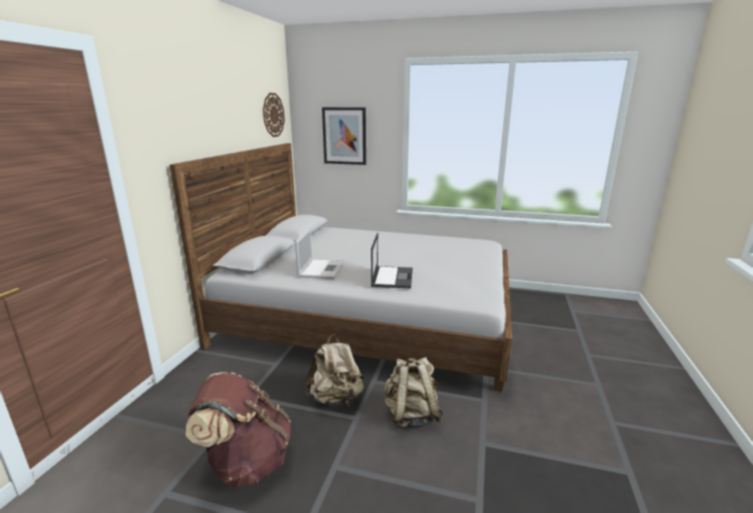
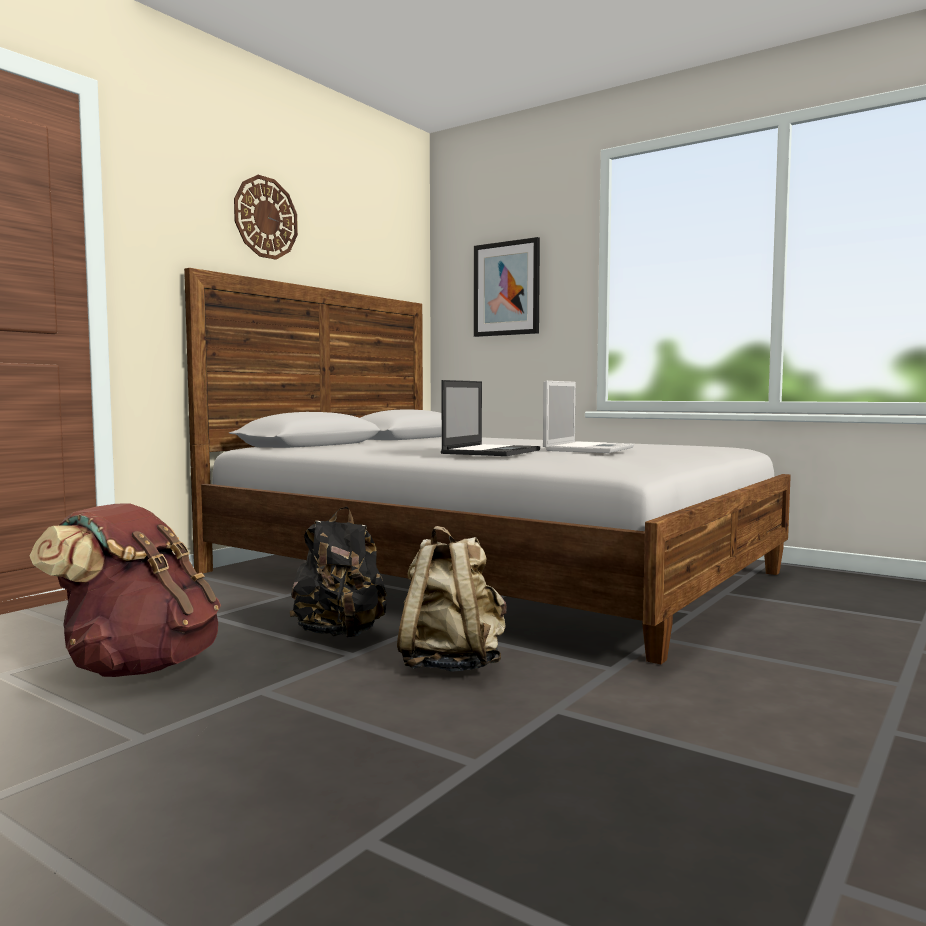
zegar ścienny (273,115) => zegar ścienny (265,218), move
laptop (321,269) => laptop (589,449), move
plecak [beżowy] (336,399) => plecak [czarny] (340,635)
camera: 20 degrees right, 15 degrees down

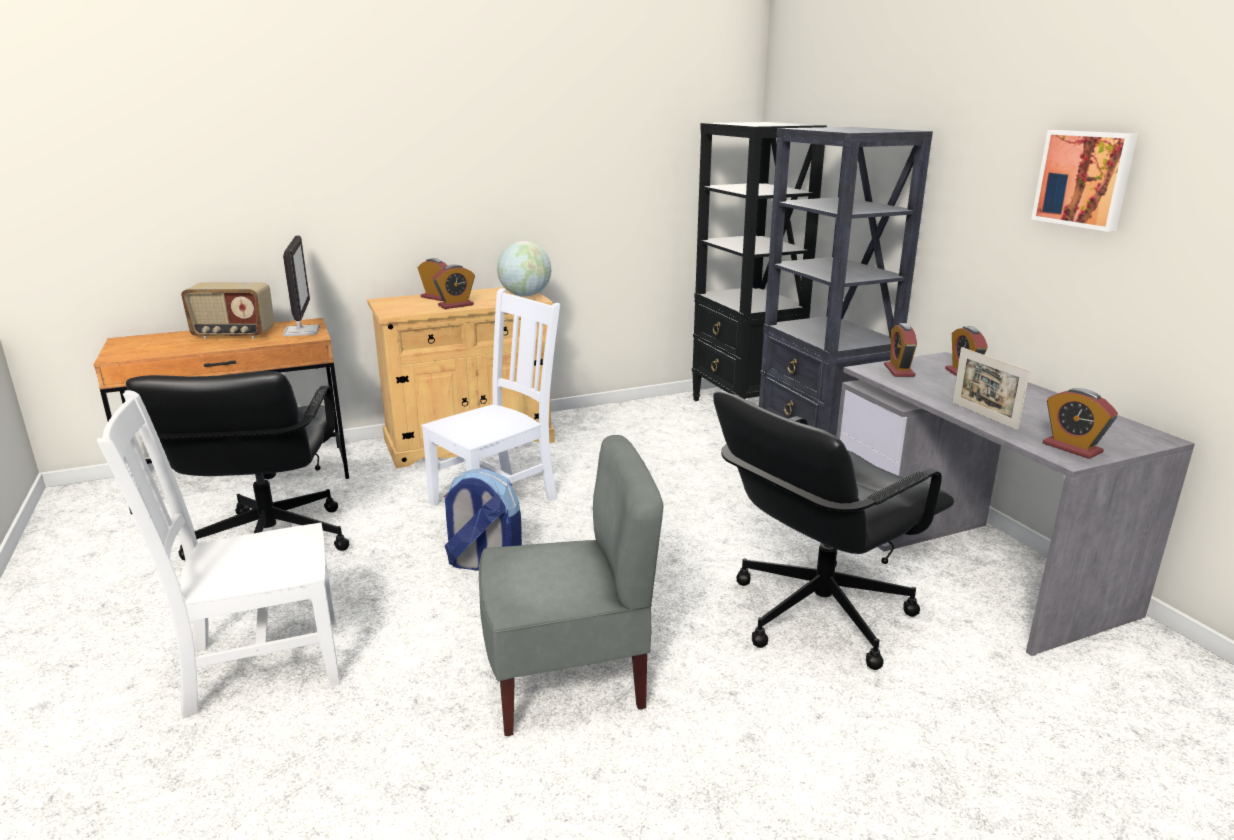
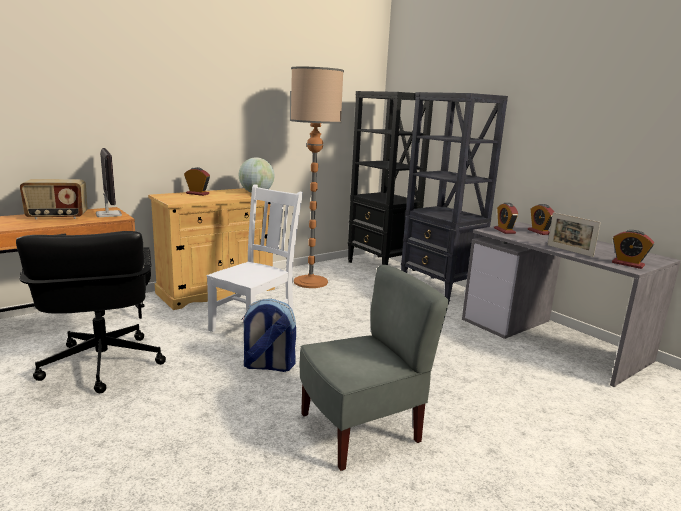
obraz (1085,179) => nothing
budzik (456,305) => nothing
krzesło [biały] (258,665) => nothing
krzesło biurowe [czarny] (817,613) => nothing
nothing => lampa stojąca (310,282)
camera: 15 degrees left, 5 degrees down

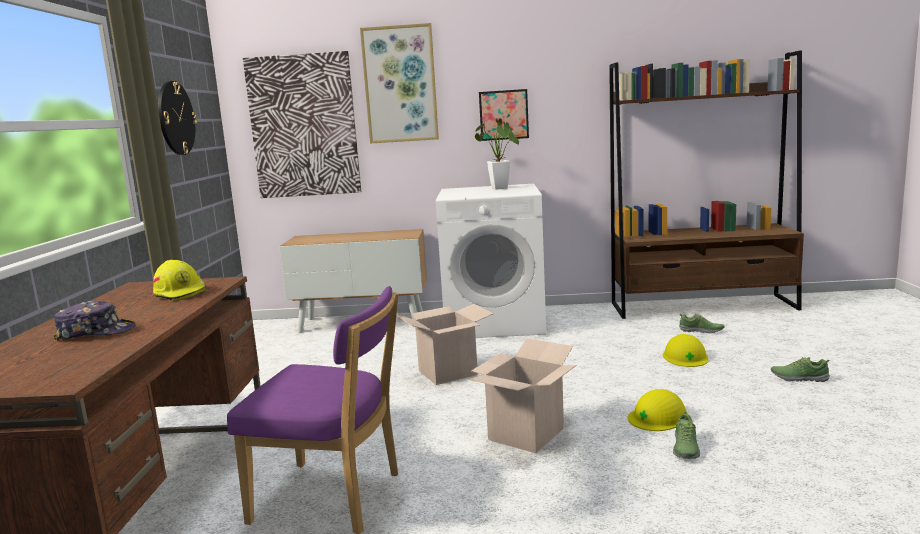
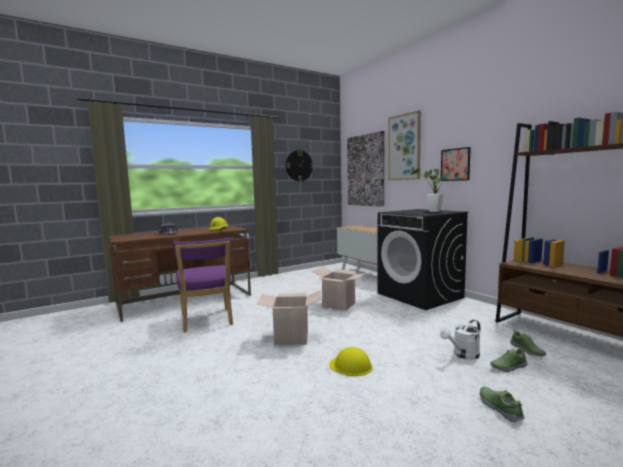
pralka [biały] (495,322) => pralka [czarny] (420,295)
kask [żółty] (685,357) => konewka [biały] (463,355)
but (685,448) => but (508,367), move
camera: 55 degrees right, 5 degrees down

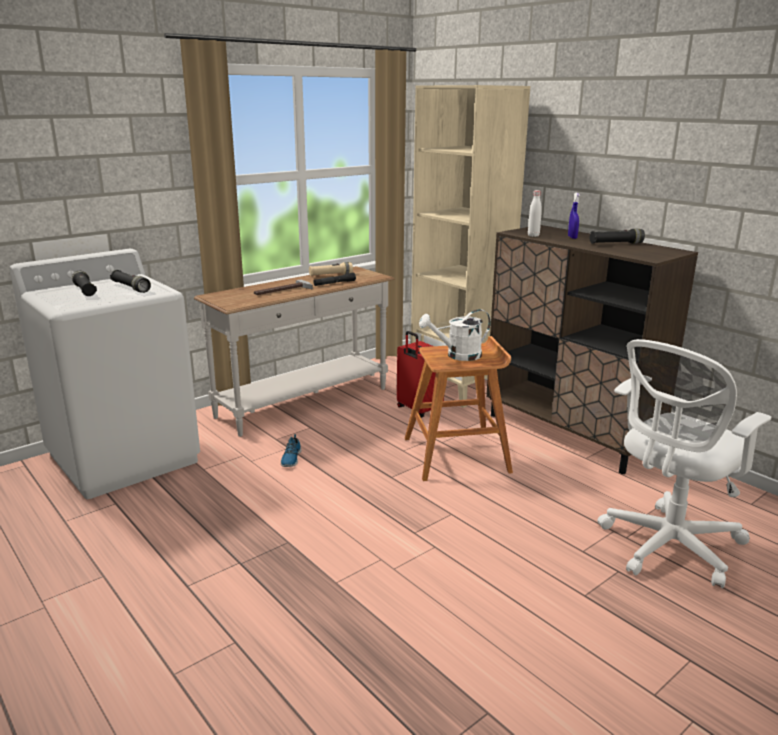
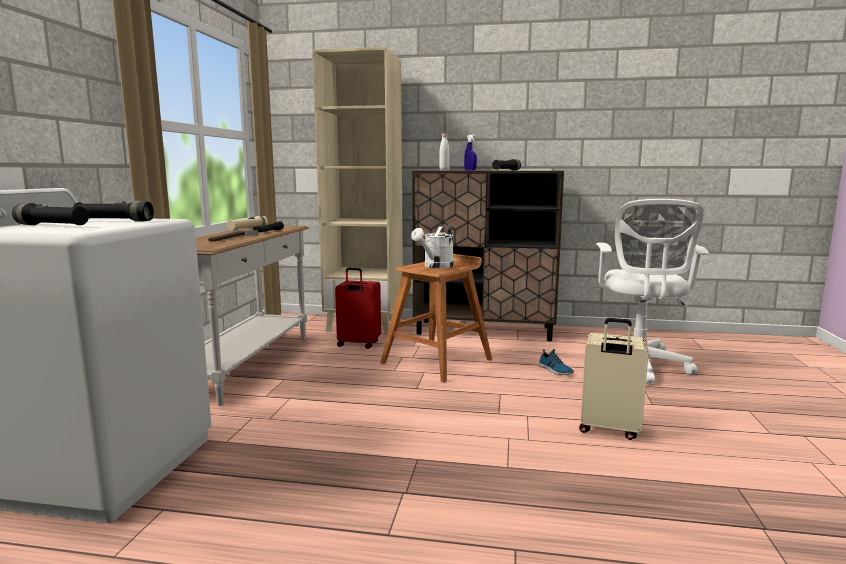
but (290,459) => but (555,370), move
nothing => walizka [beżowy] (609,429)
camera: 40 degrees left, 10 degrees down

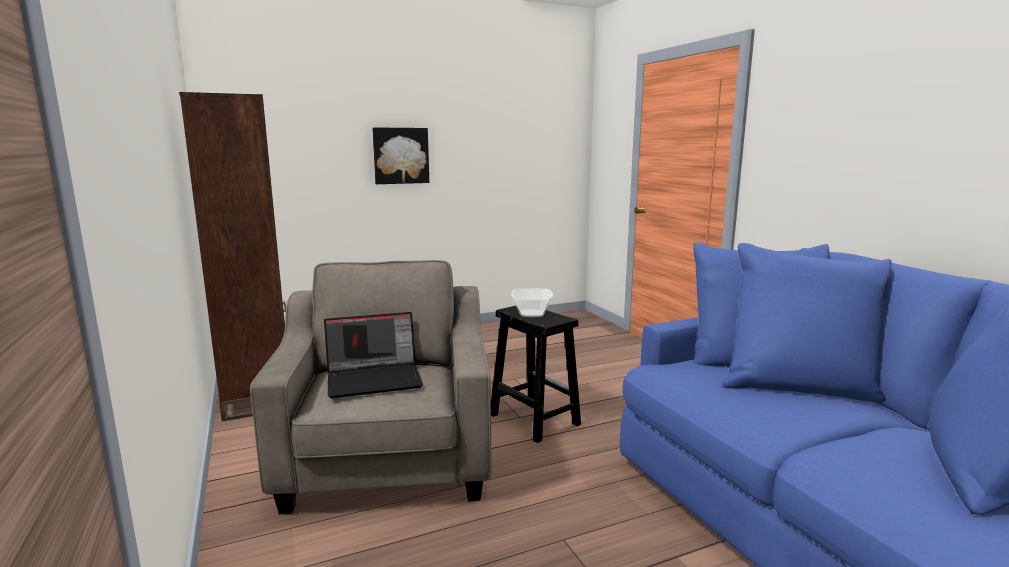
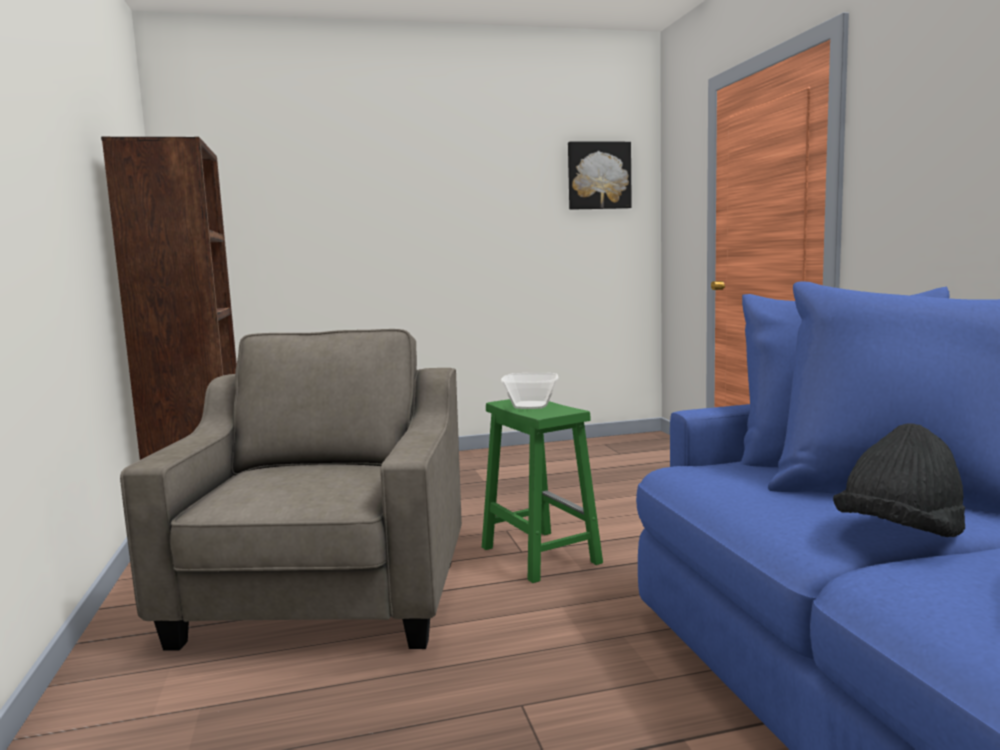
obraz (400,155) => obraz (598,176), move
stołek [czarny] (533,419) => stołek [zielony] (538,554)
laptop (375,379) => nothing
nothing => kapelusz [czarny] (899,535)
camera: 10 degrees right, 5 degrees down

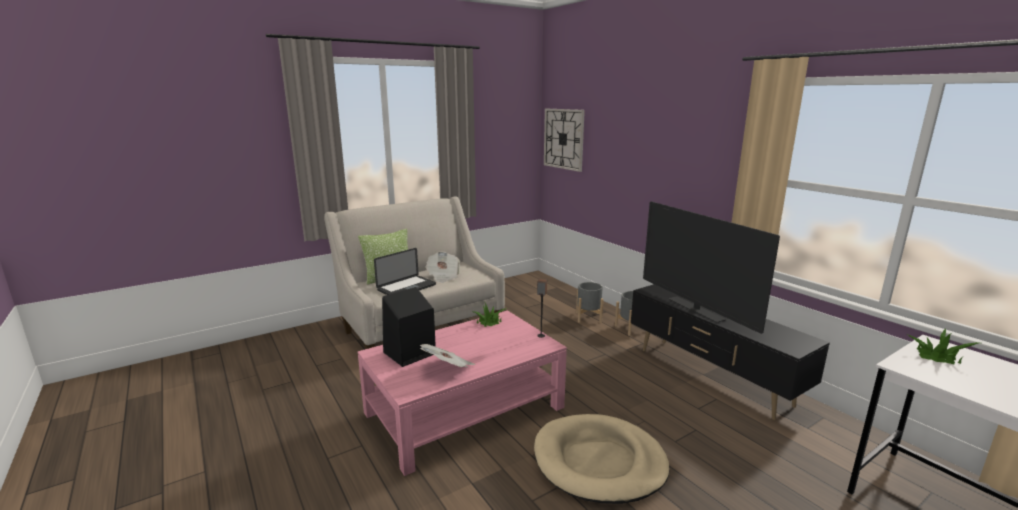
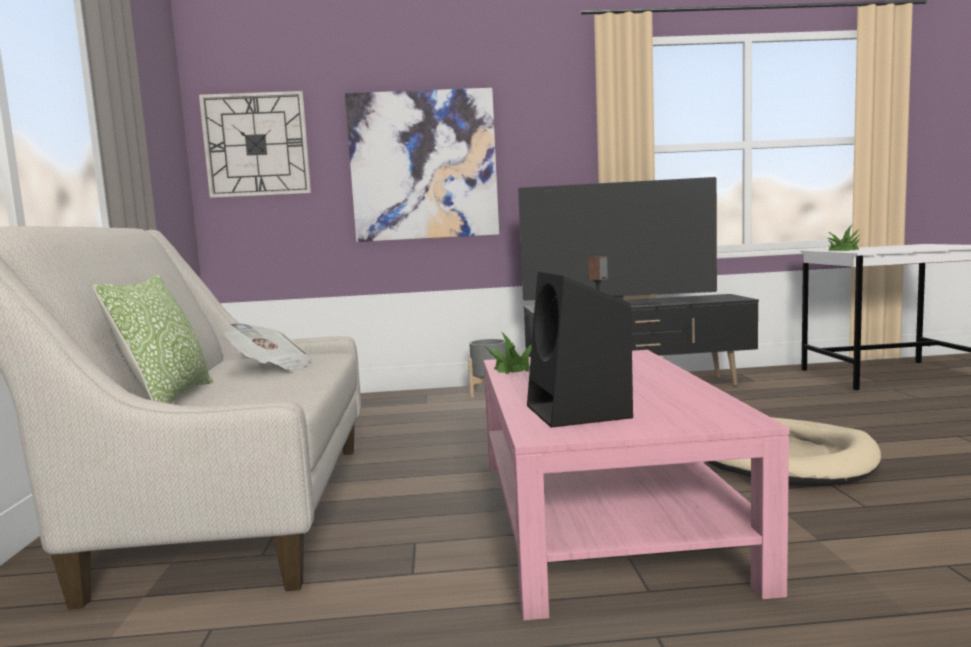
laptop (406,287) => nothing
donica [szary] (588,317) => nothing
gazeta (448,369) => nothing
nothing => obraz (423,166)
camera: 60 degrees left, 10 degrees down

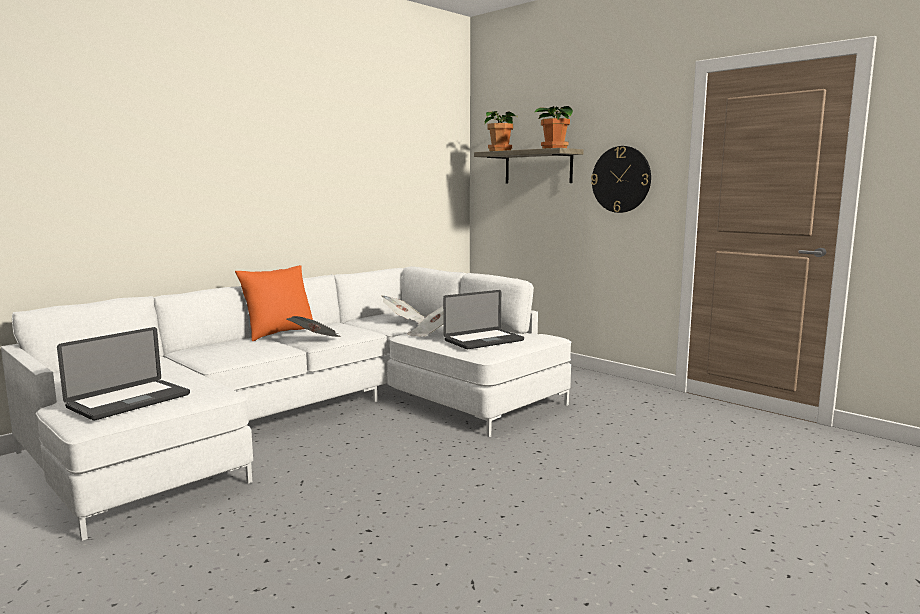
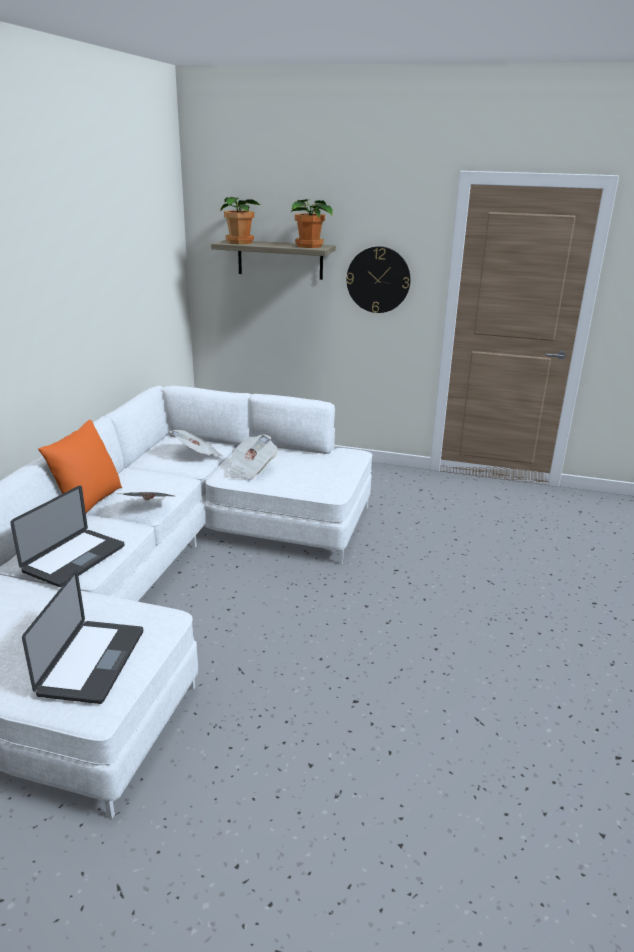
laptop (484,341) => laptop (74,559), move
camera: 30 degrees left, 15 degrees up

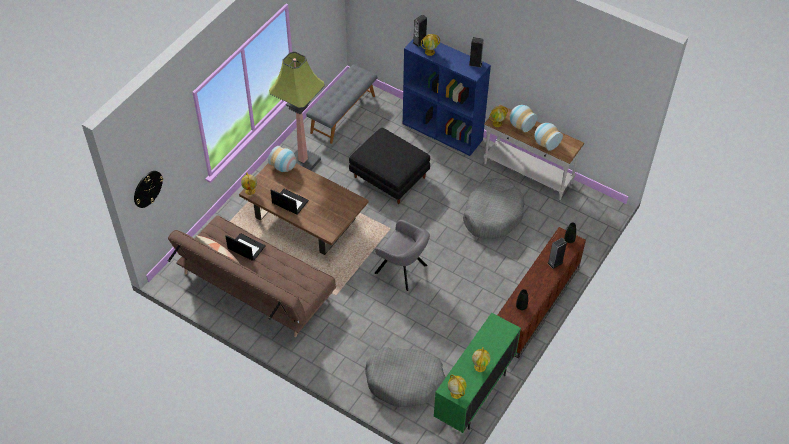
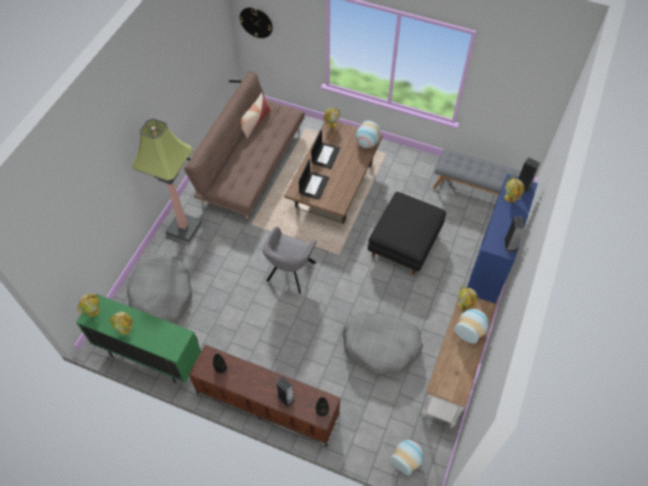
lampa stojąca (302,162) => lampa stojąca (184,227), move
wazon (545,143) => wazon (407,459), move
laptop (246,247) => laptop (314,185), move
camera: 80 degrees right, 5 degrees up

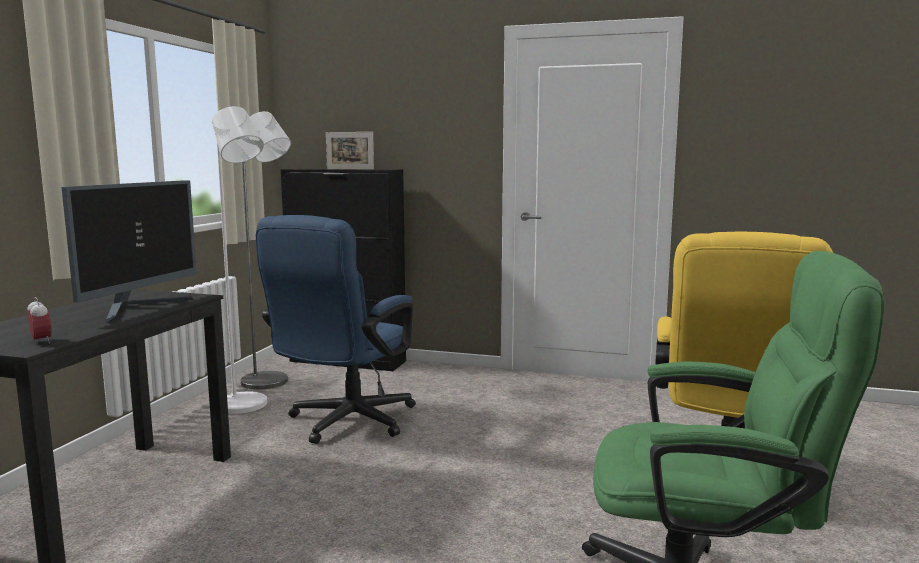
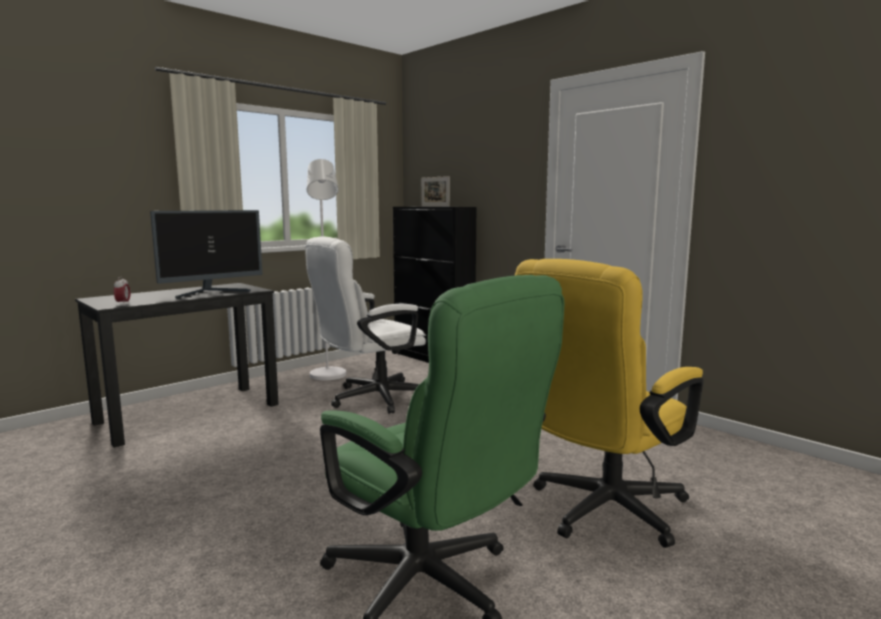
lampa stojąca [szary] (271,383) => nothing
krzesło biurowe [niebieski] (344,424) => krzesło biurowe [biały] (371,399)
camera: 30 degrees right, 0 degrees up

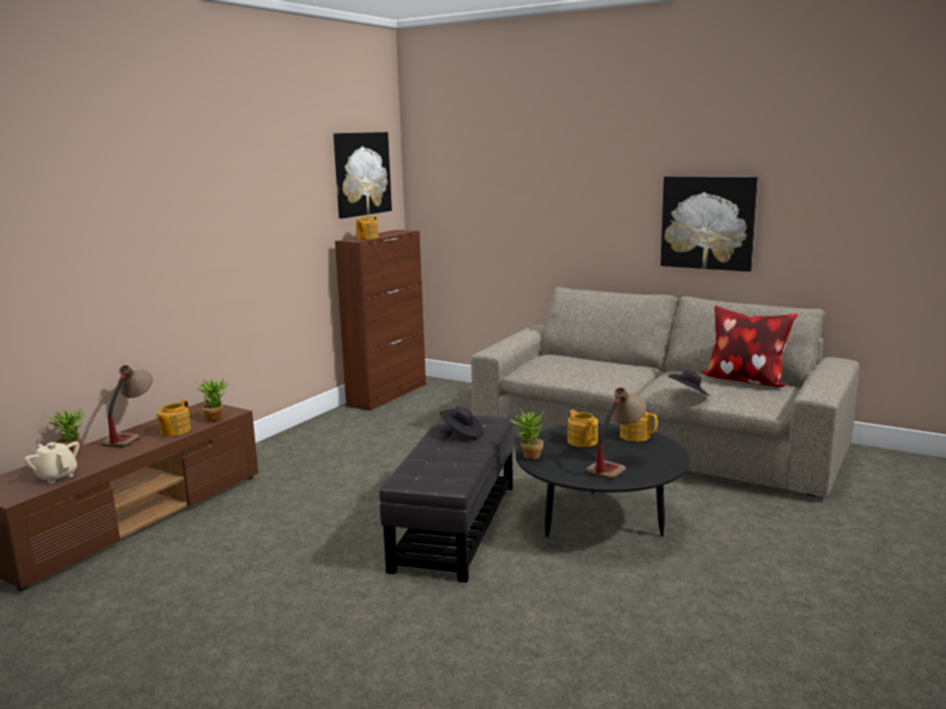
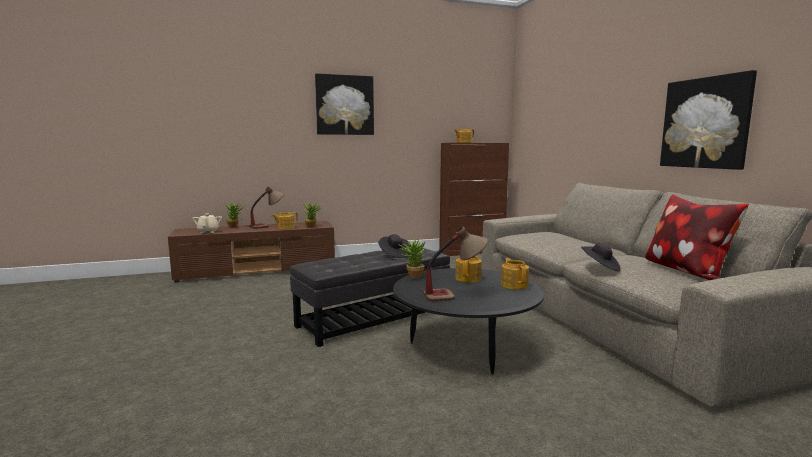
obraz (361,174) => obraz (344,105), move
camera: 40 degrees right, 5 degrees down

